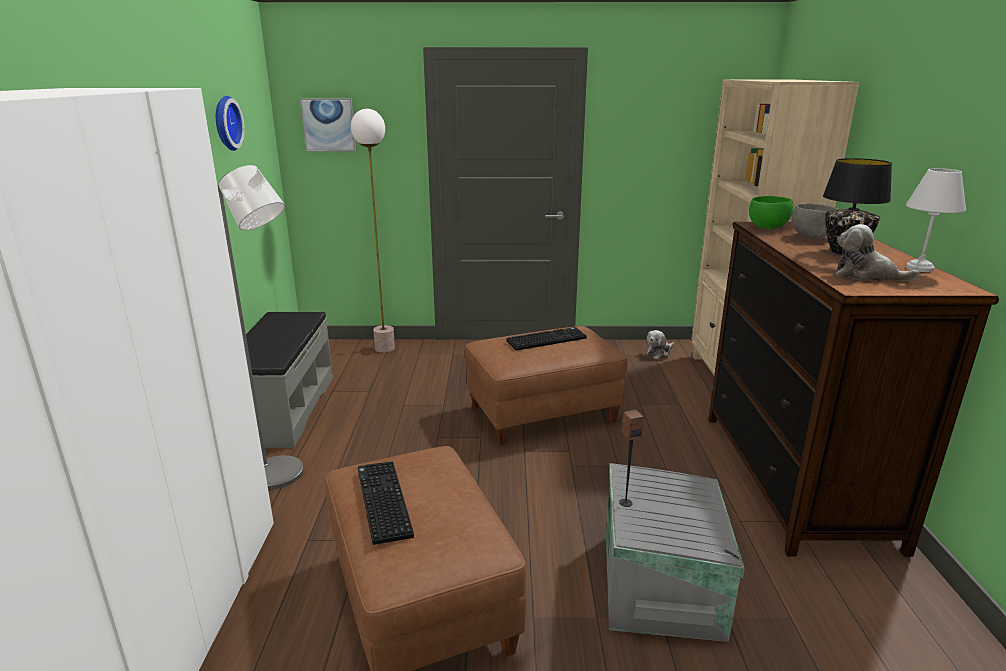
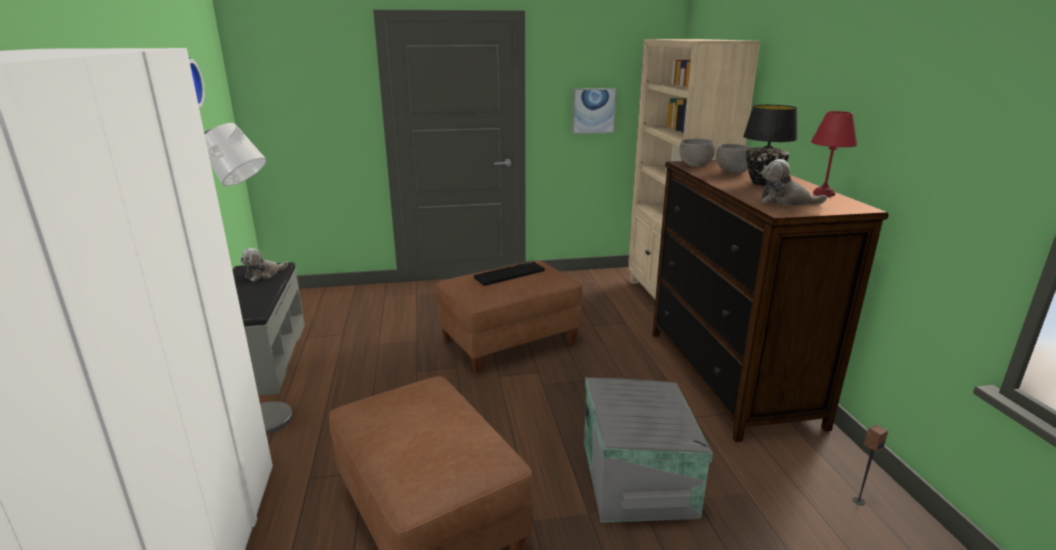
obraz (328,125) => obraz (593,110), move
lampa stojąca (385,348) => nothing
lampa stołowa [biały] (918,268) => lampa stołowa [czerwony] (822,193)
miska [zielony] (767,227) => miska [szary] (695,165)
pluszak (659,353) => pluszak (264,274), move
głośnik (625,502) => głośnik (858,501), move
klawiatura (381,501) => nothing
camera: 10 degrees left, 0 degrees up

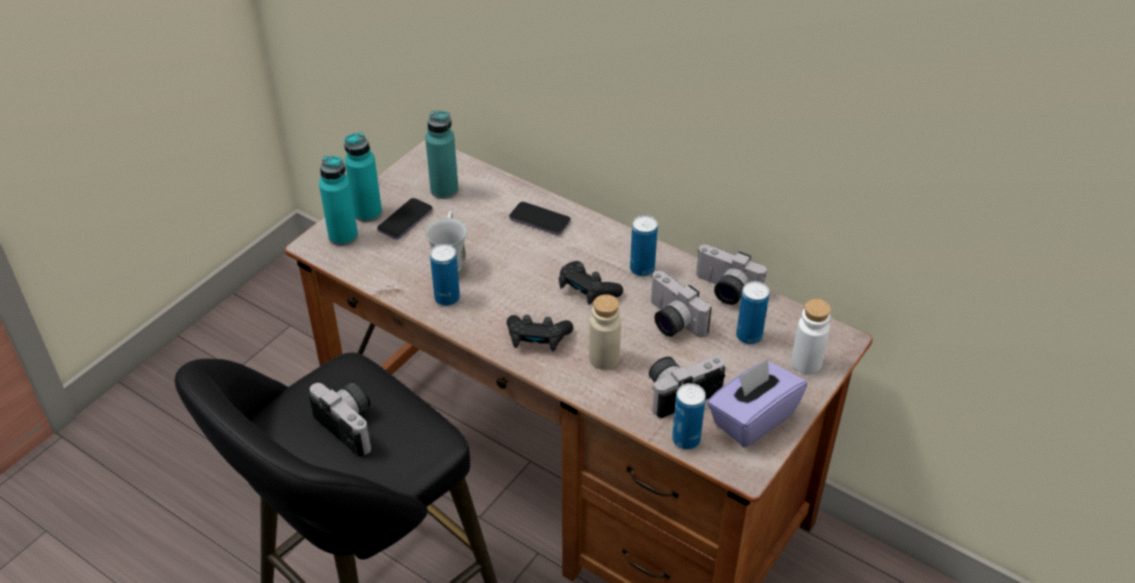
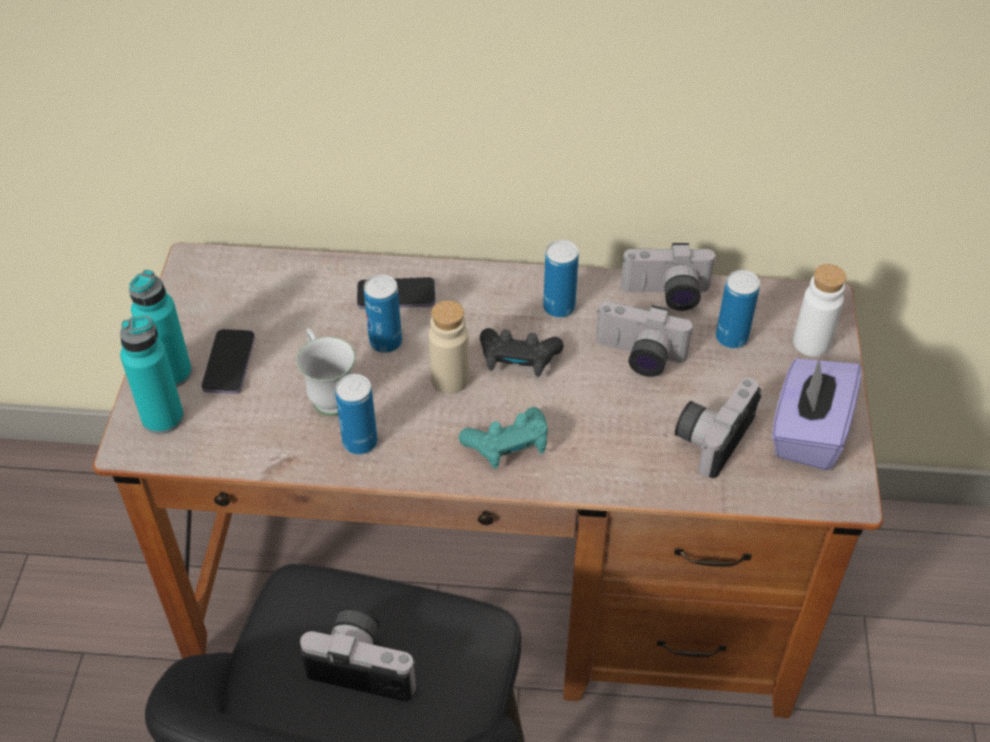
butelka [turkusowy] (444,190) => nothing
butelka [beżowy] (604,358) => butelka [beżowy] (450,379), move
pad do gier [czarny] (537,340) => pad do gier [turkusowy] (508,446)
puszka (686,439) => puszka (385,342), move
camera: 30 degrees left, 5 degrees up

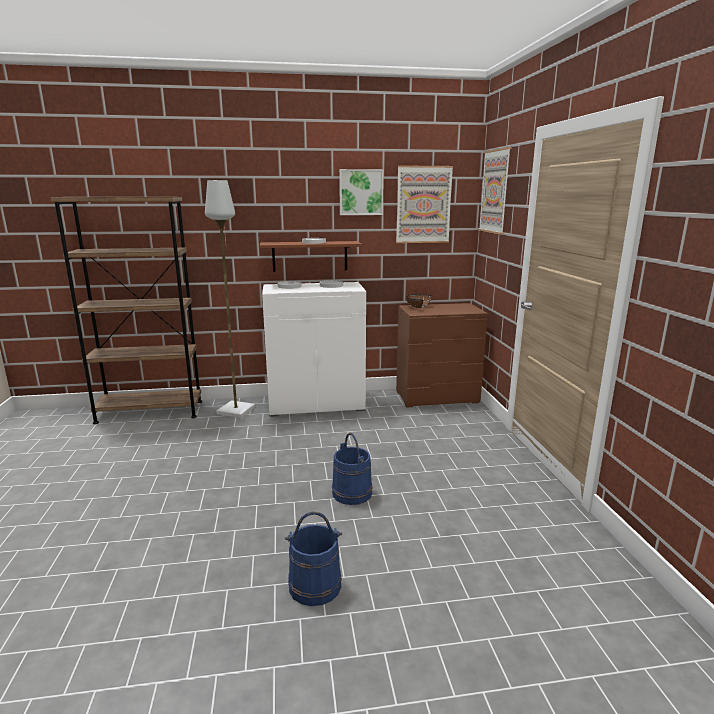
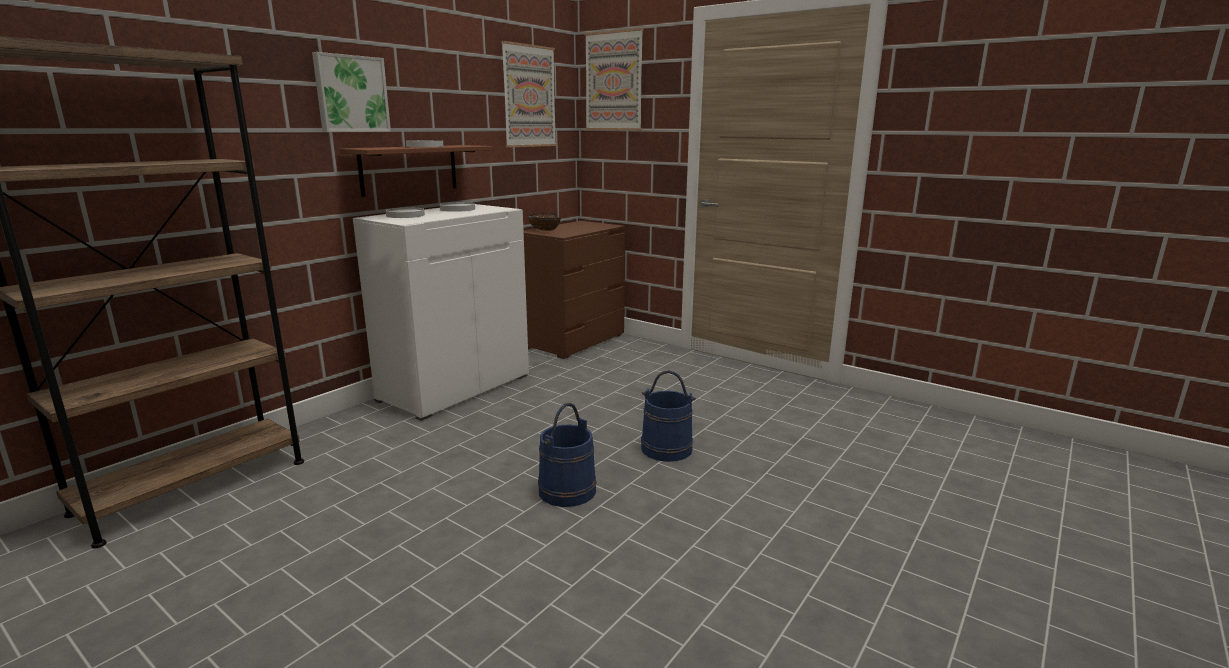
obraz (361,192) => obraz (351,94), move
lampa stojąca [szary] (237,410) => nothing
wiadro [niebieski] (315,586) => wiadro [niebieski] (567,490), move
camera: 45 degrees left, 0 degrees up

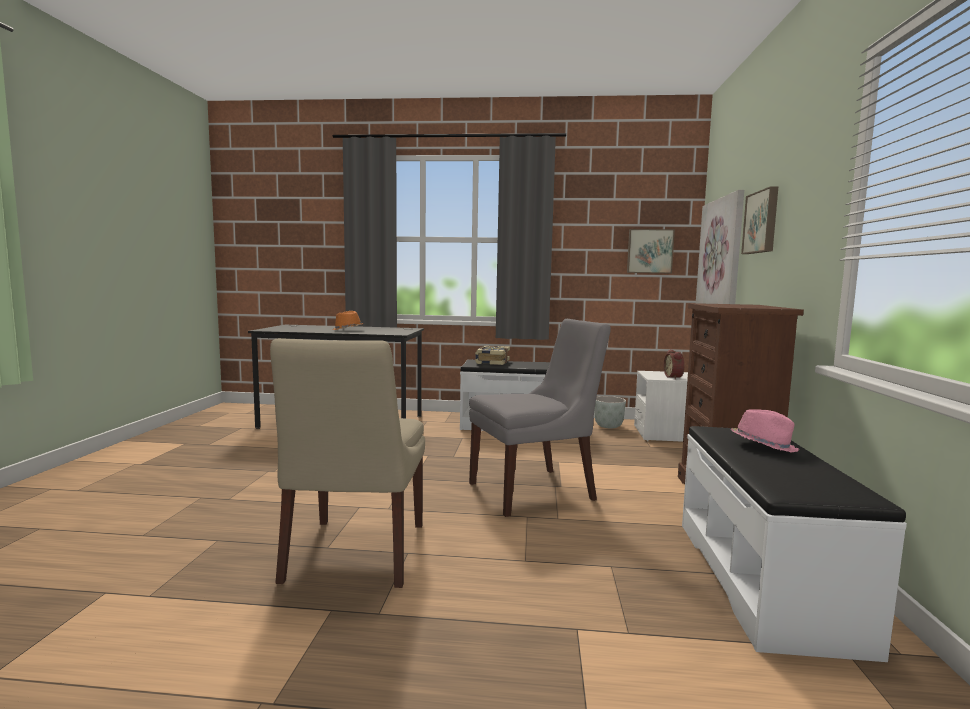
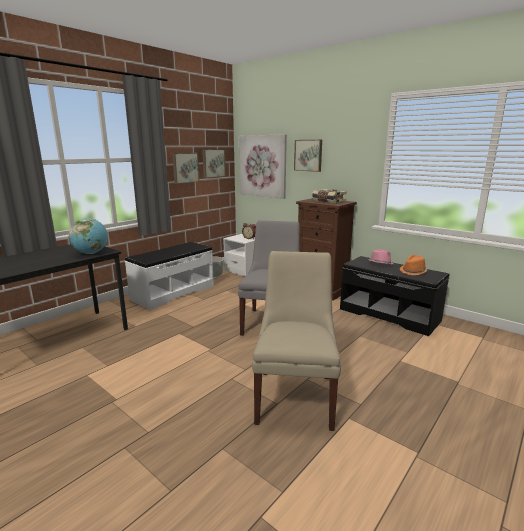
kapelusz [pomarańczowy] (347,330) => kapelusz [pomarańczowy] (413,271), move
krzesło [beżowy] (355,555) => krzesło [beżowy] (295,396), 120 degrees counterclockwise
książka (491,362) => książka (328,201), move
ławka [biały] (764,579) => ławka [czarny] (389,314)
nothing => obraz (185,167)
nothing => globus (91,253)
camera: 55 degrees left, 10 degrees up

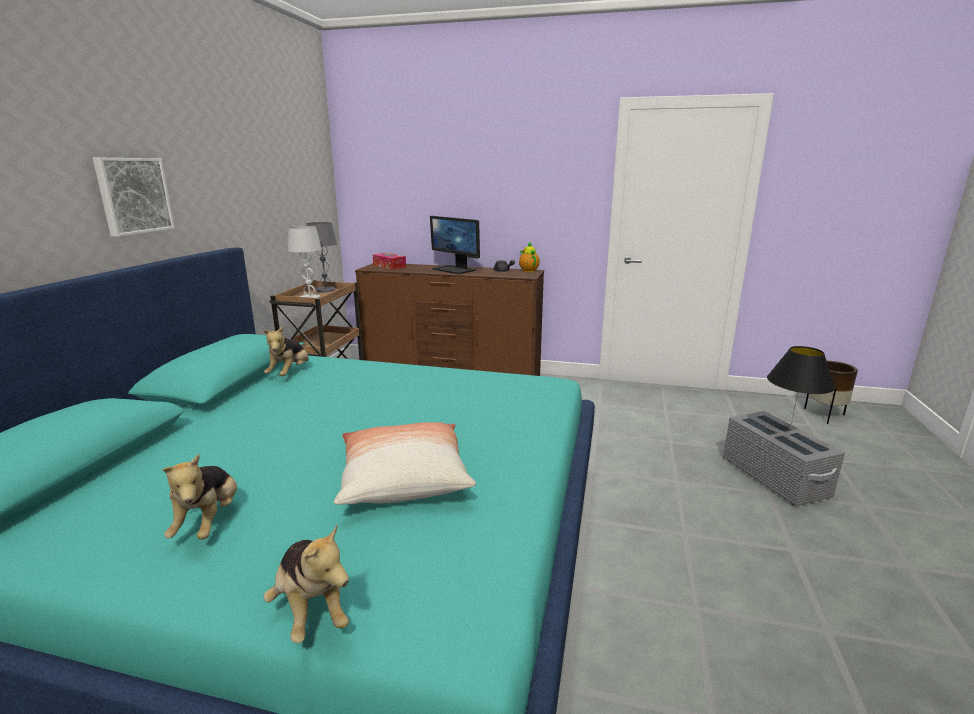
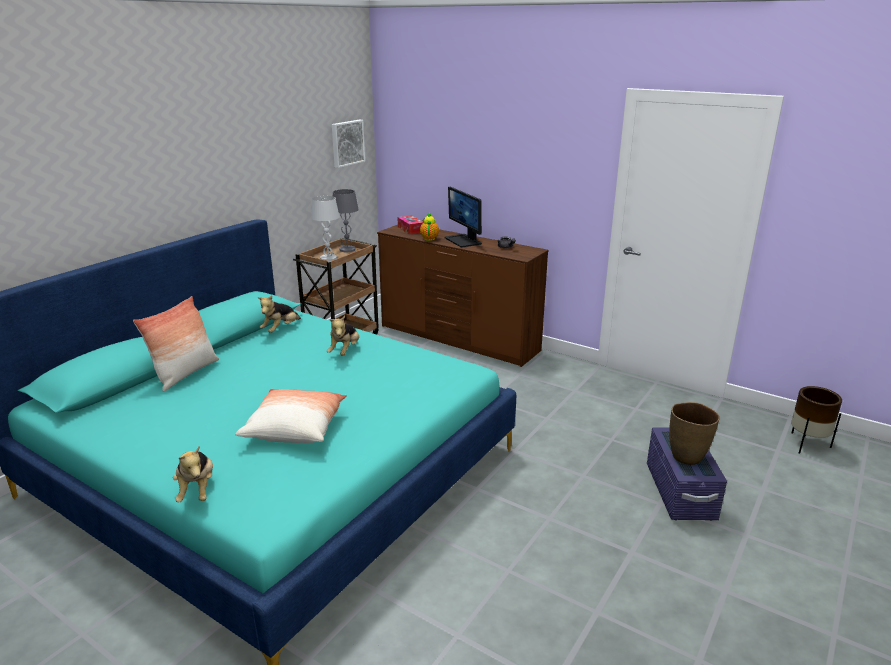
obraz (133,195) => obraz (347,143), move
imbryk (528,271) => imbryk (429,238), move
lampa stołowa [czarny] (788,437) => wazon [brązowy] (686,457)
pojemnik do przechowywania [szary] (774,477) => pojemnik do przechowywania [fioletowy] (680,492)
pluszak (209,522) => pluszak (345,351), move
nothing => poduszka (185,374)
camera: 20 degrees right, 5 degrees up

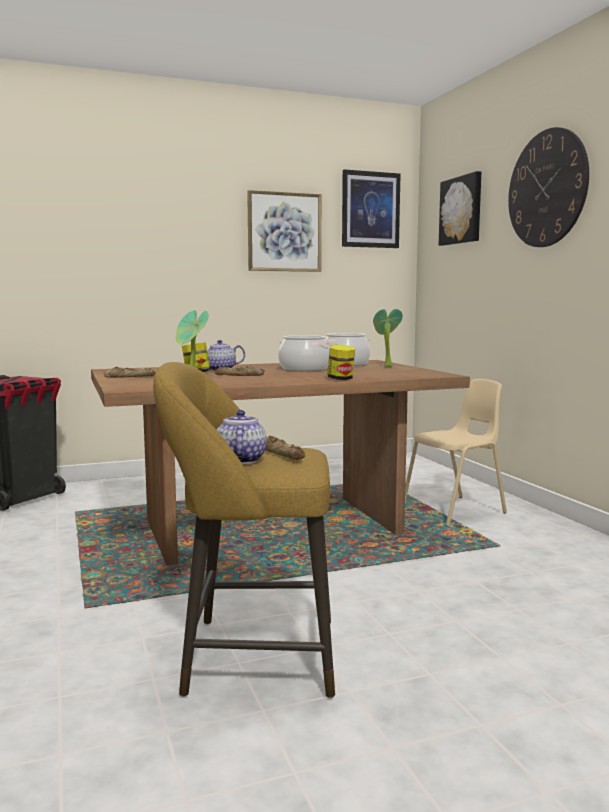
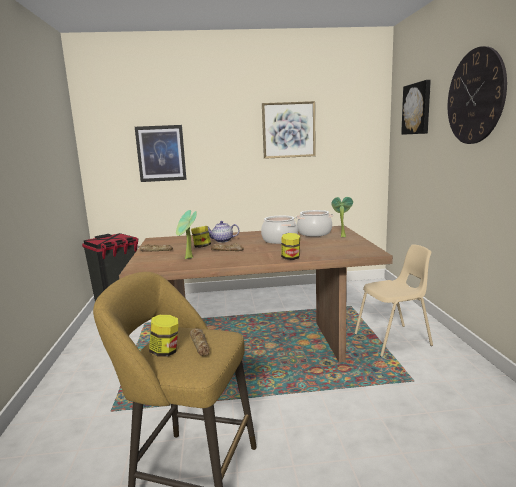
obraz (370,210) => obraz (161,153), move
imbryk (240,460) => słoik (165,352)
camera: 15 degrees right, 5 degrees up

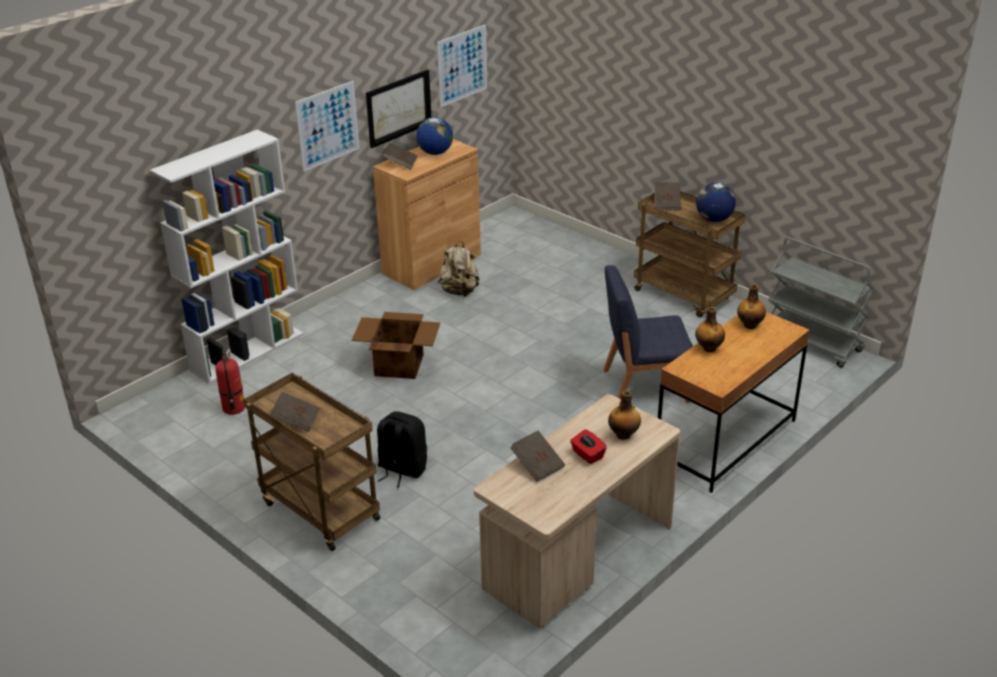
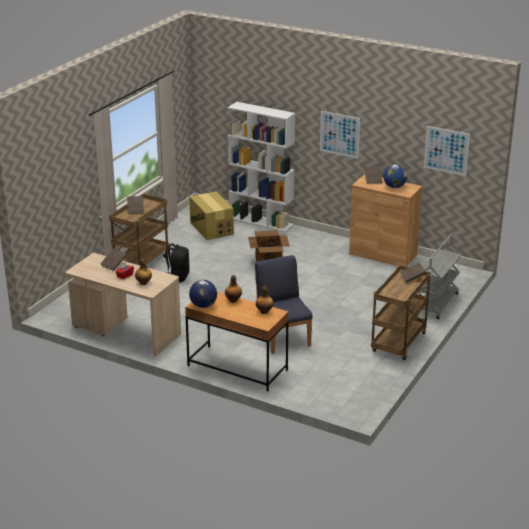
obraz (398,108) => nothing
globus (713,219) => globus (203,305), move
wózek [szary] (812,343) => wózek [szary] (437,304), move
plecak [beżowy] (460,291) => nothing
gaśnica (233,408) => karton (211,228)
camera: 75 degrees right, 5 degrees down

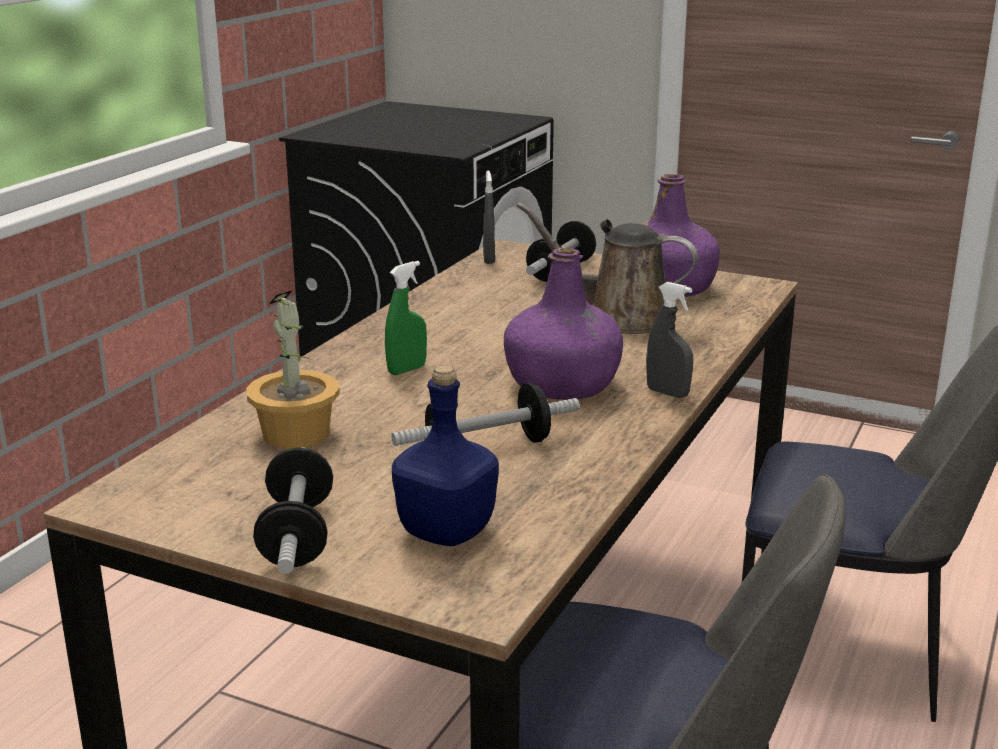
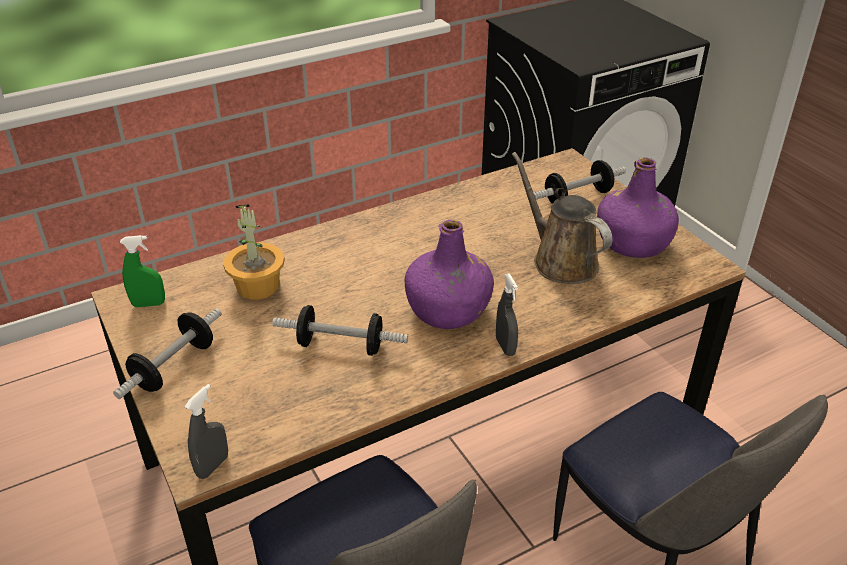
spryskiwacz [szary] (489,259) => spryskiwacz [szary] (212,466), move
spryskiwacz [zielony] (407,370) => spryskiwacz [zielony] (148,304), move
butelka [niebieski] (445,532) => nothing
camera: 35 degrees right, 15 degrees up

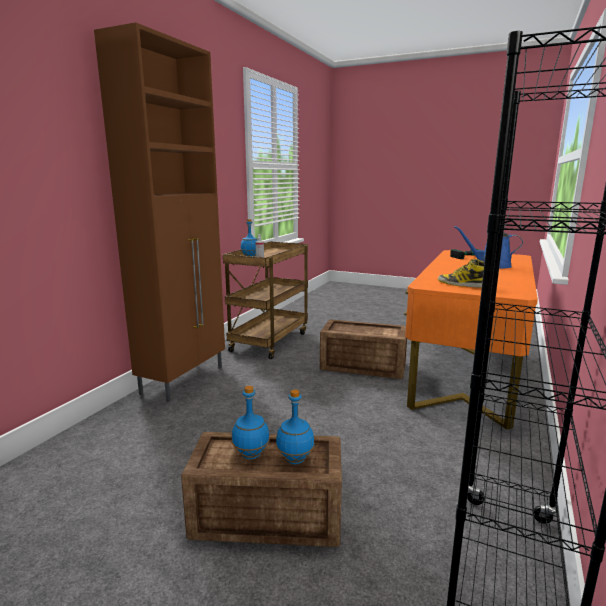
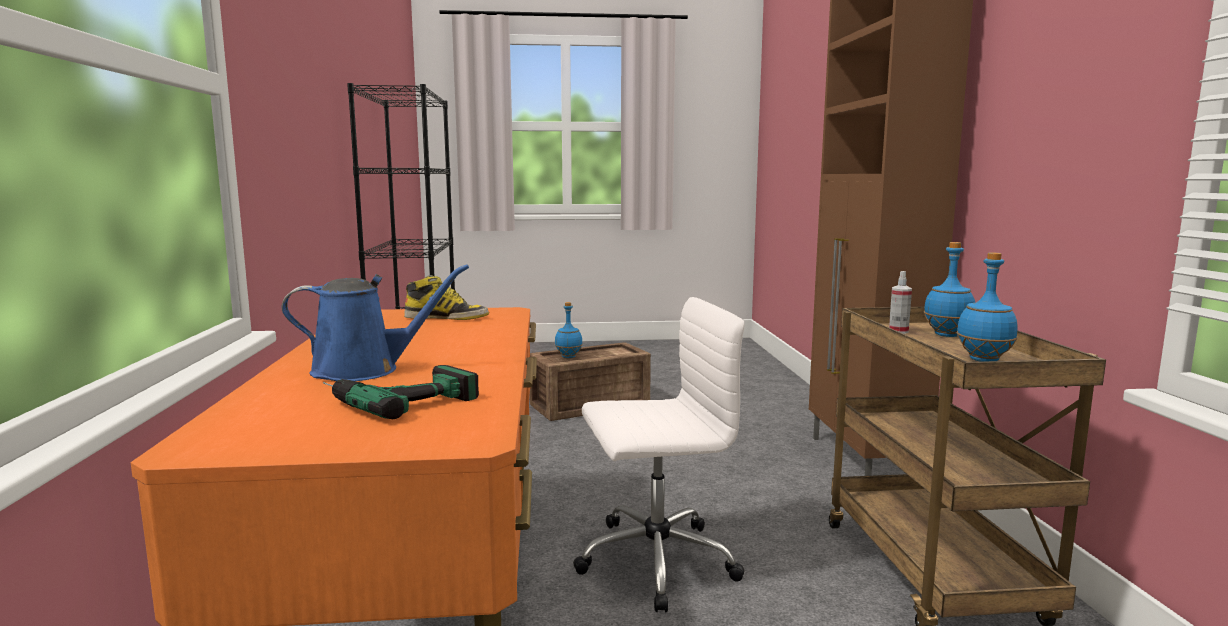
skrzynka (362,365) => krzesło biurowe [biały] (653,561)
butelka [niebieski] (251,455) => butelka [niebieski] (983,360), move
camera: 150 degrees right, 5 degrees down

